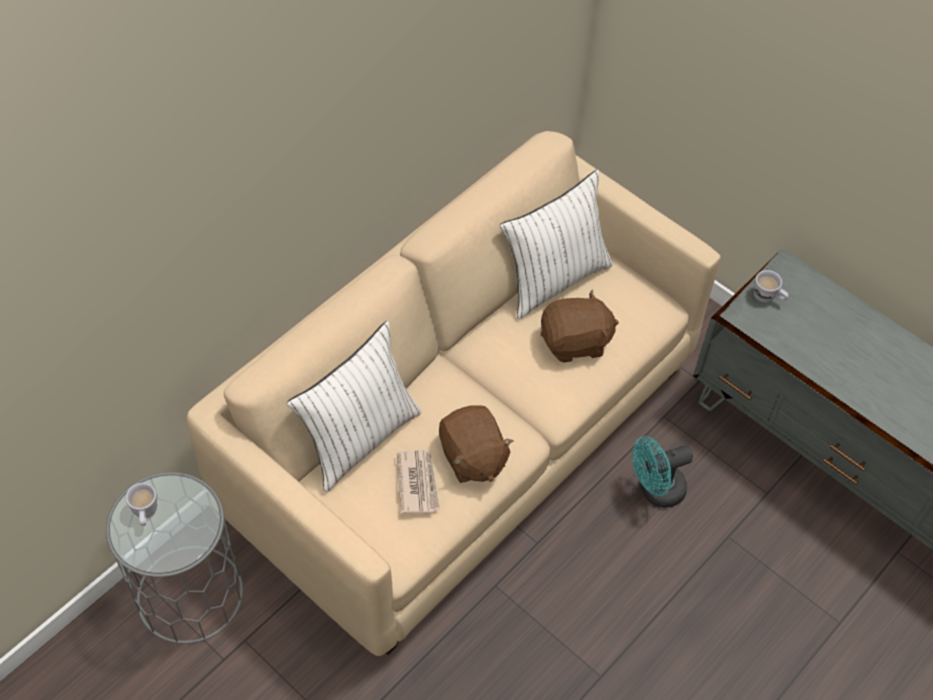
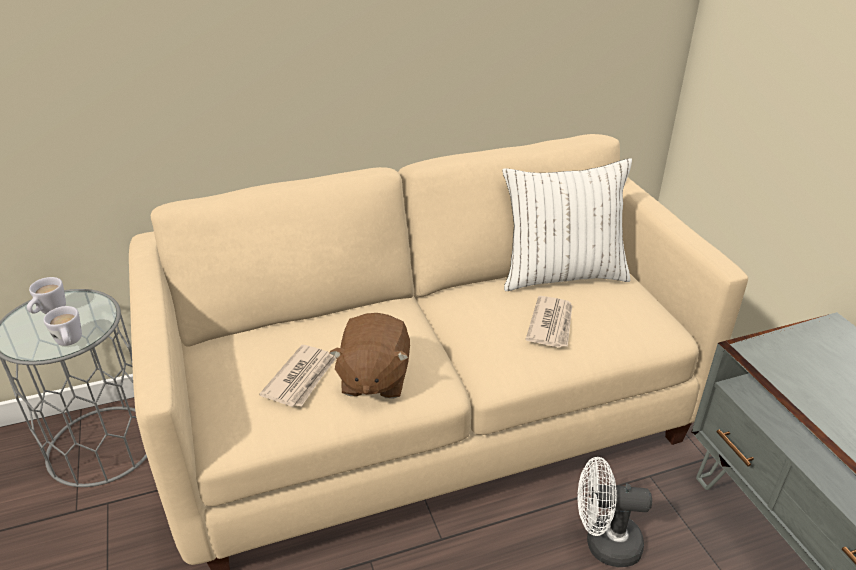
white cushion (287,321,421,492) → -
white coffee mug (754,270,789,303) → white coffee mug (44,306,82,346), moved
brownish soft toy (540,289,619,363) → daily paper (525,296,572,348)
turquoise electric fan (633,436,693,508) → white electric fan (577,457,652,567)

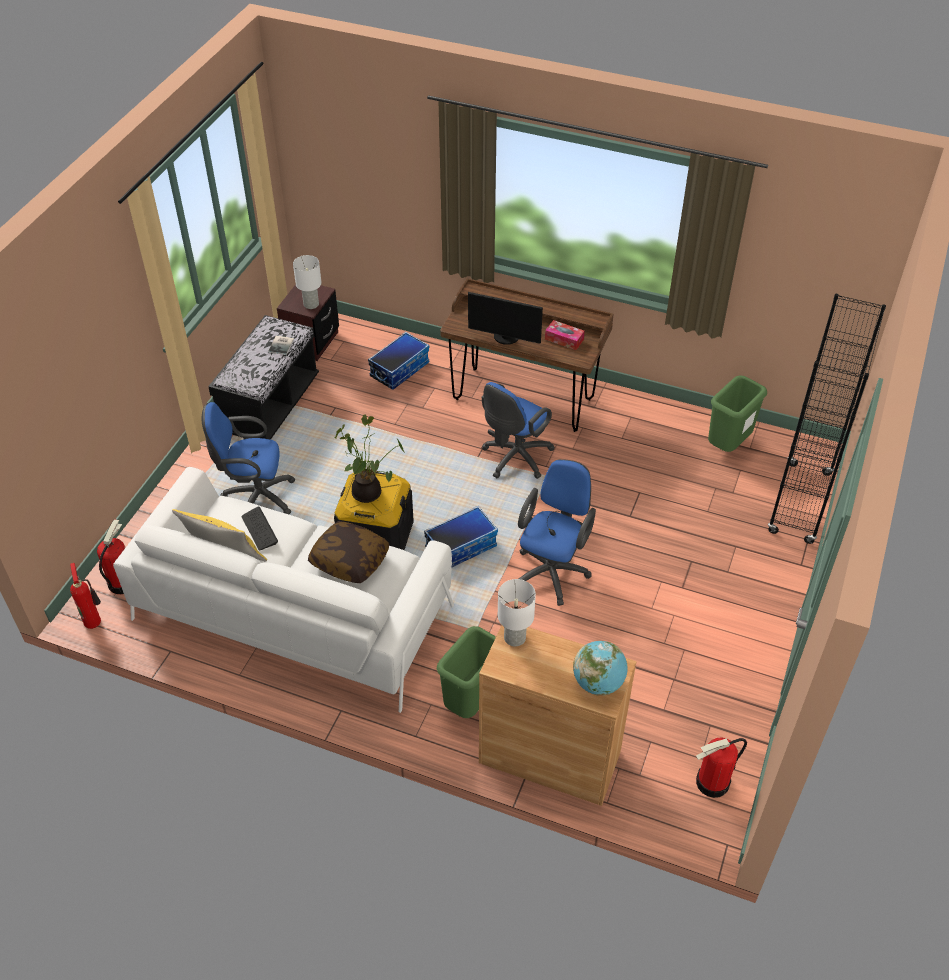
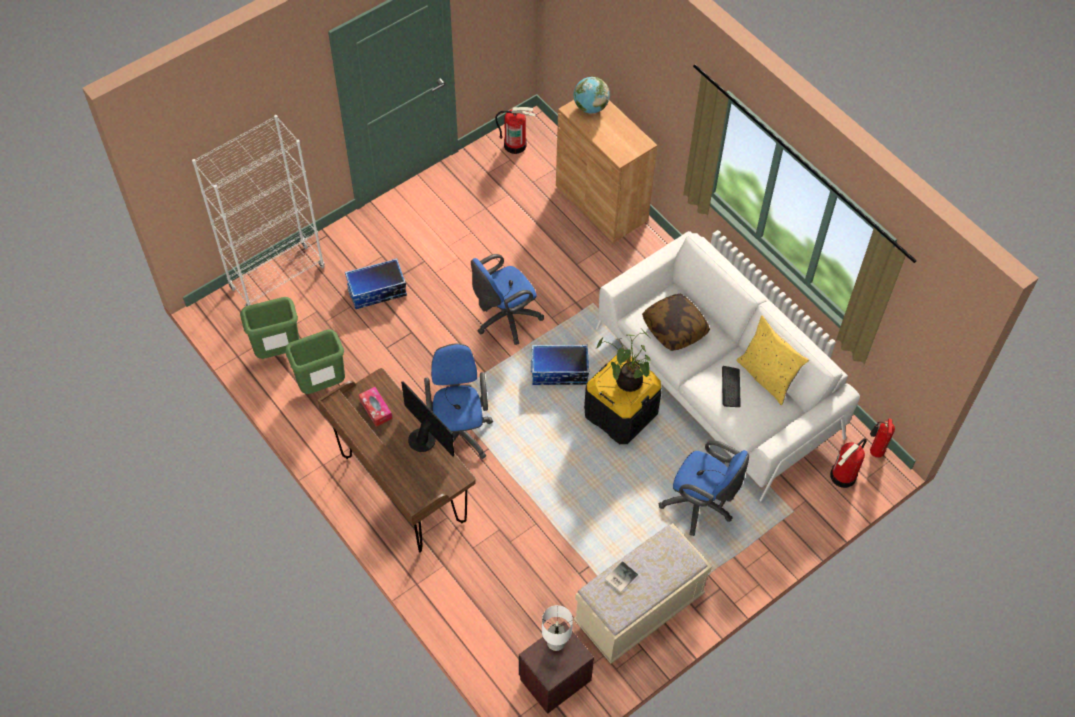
white table lamp (498,579,536,646) → -
storage bin (368,332,430,390) → storage bin (345,258,407,309), moved
green waste bin (437,626,496,718) → green waste bin (285,329,345,394), moved
black long seat (208,315,319,440) → beige-coloured long seat (574,523,712,664)
black shelving unit (768,294,886,544) → white shelving unit (192,115,325,306)
blue office chair (482,382,555,479) → blue office chair (424,343,493,459), 75 degrees counterclockwise

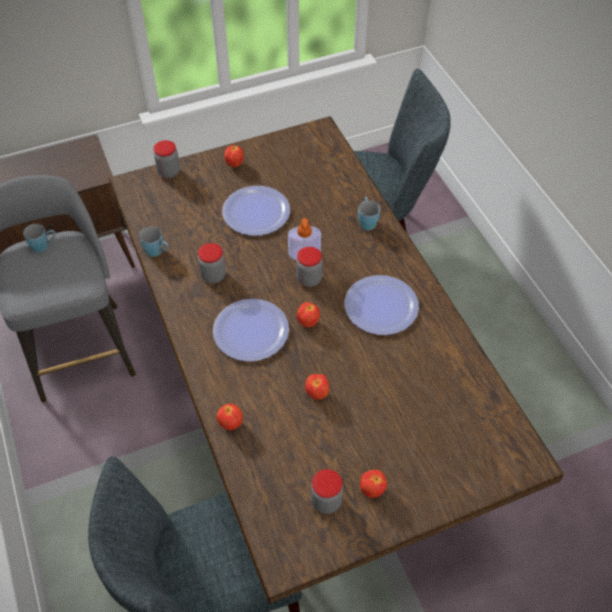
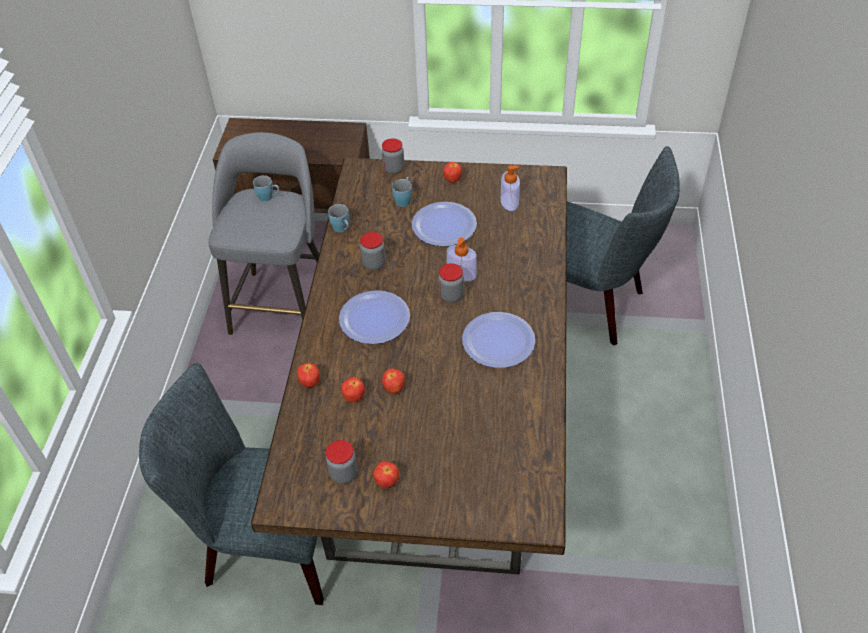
- → soap dispenser (501,165,520,211)
whole apple (297,302,320,328) → whole apple (341,377,365,402), moved
blue coffee mug (358,197,380,230) → blue coffee mug (392,177,412,207), moved

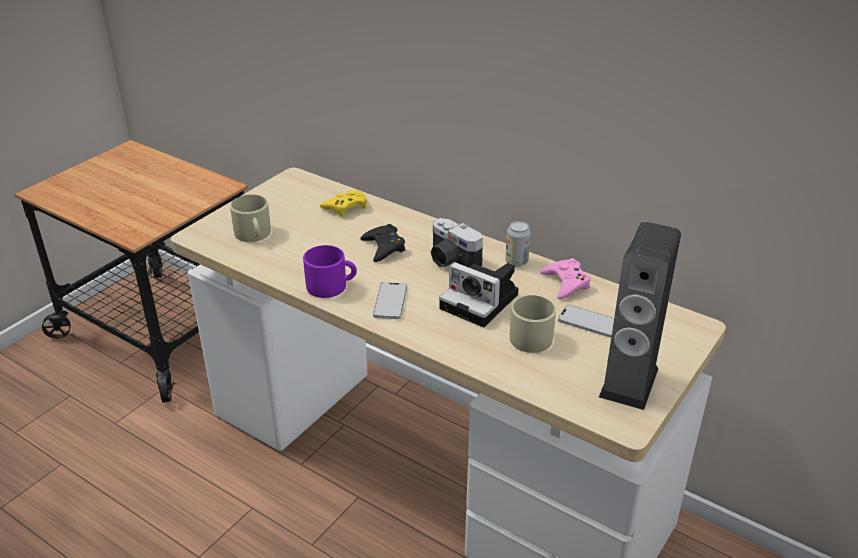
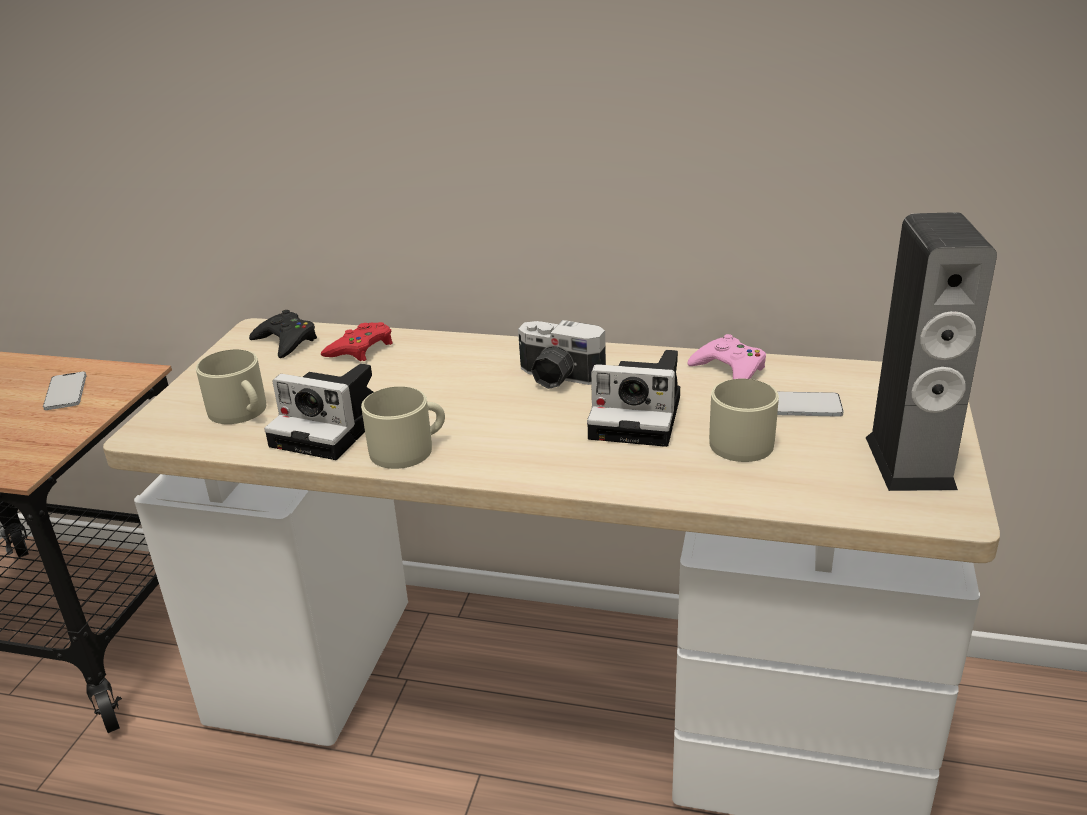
sealed can (506,221,531,267) → -
- → still camera (264,364,374,460)
black gamepad (360,224,405,262) → black gamepad (249,310,317,358), moved
telephone (373,282,407,319) → telephone (43,371,87,410), moved
purplish coffee mug (303,245,357,298) → beige-coloured coffee mug (361,386,445,469)
yellowish gamepad (320,191,367,217) → red-coloured gamepad (321,322,393,361)

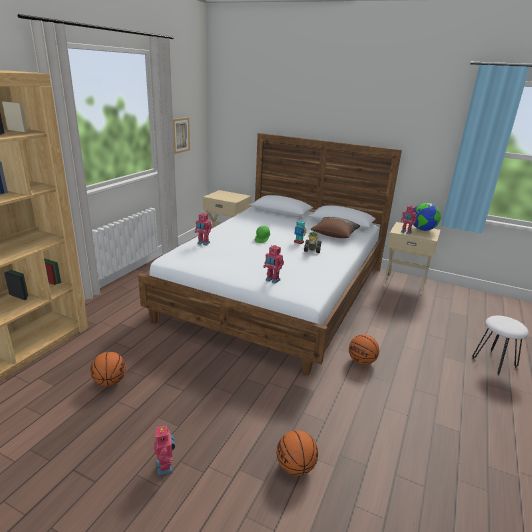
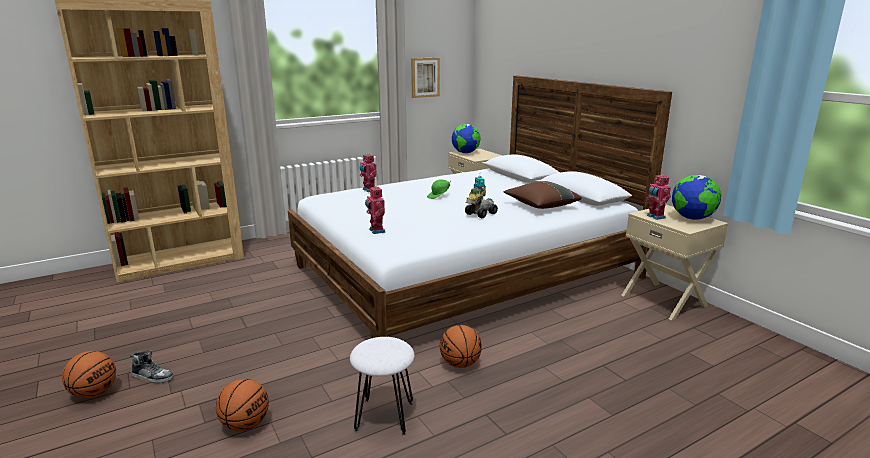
- → globe (452,124,481,153)
basketball (90,352,126,386) → basketball (62,351,116,398), moved
white sitting stool (472,316,529,376) → white sitting stool (350,337,415,436), moved
toy robot (154,426,175,475) → shoe (130,350,174,383)

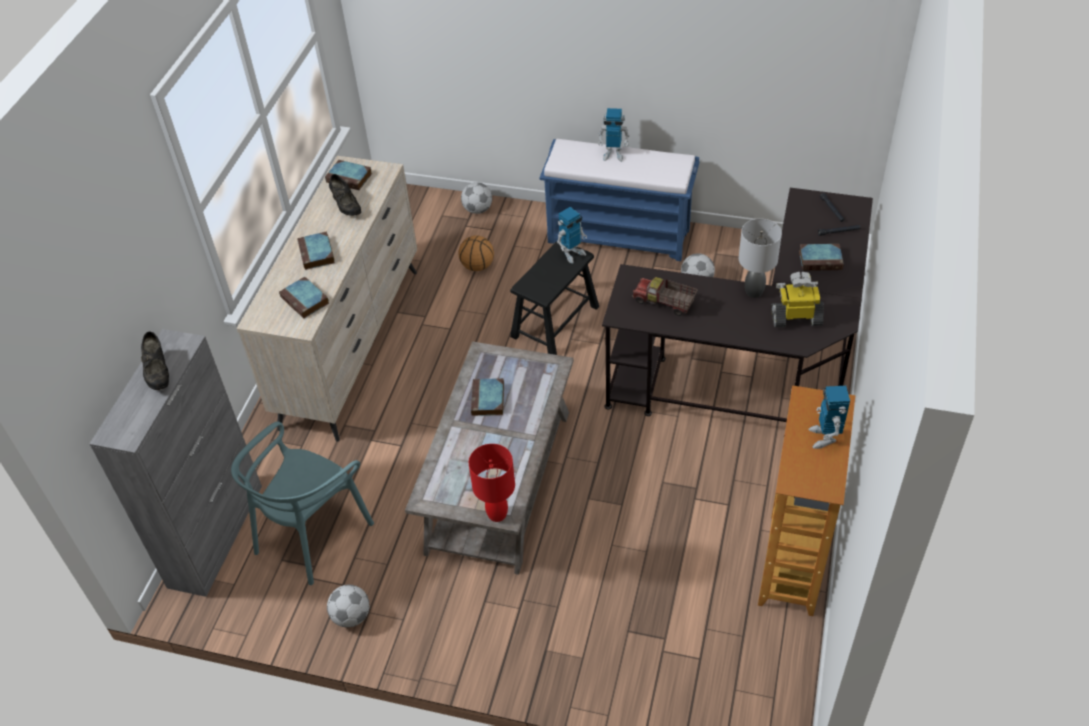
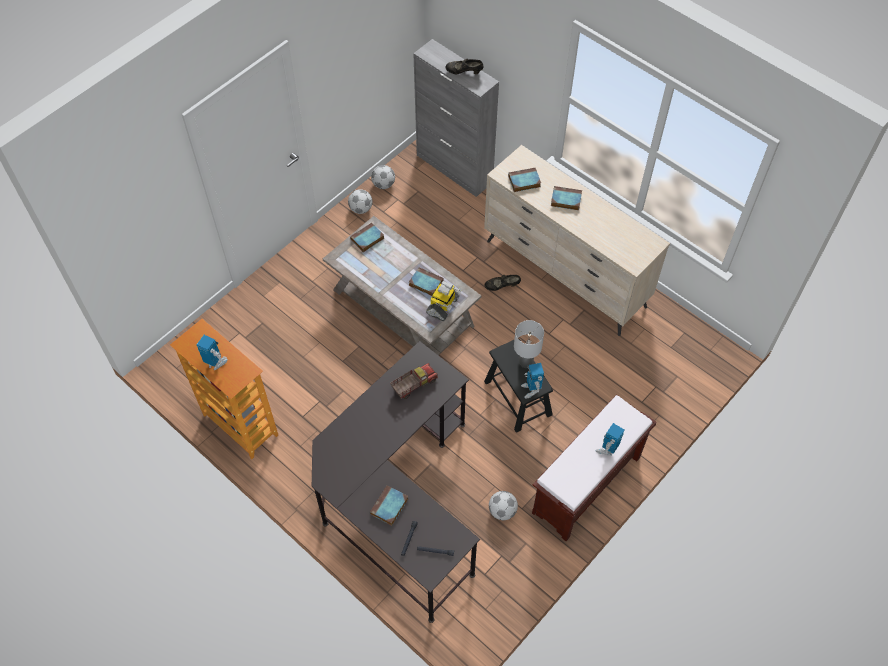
turquoise upright chair (231,422,374,585) → -
basketball (458,235,494,271) → -
red-coloured table lamp (469,444,515,522) → -
bound book (325,160,372,190) → bound book (350,223,385,252), moved
black shoe (329,174,361,216) → black shoe (485,275,521,291), moved
football ball (461,182,492,214) → football ball (371,165,395,189), moved
greyish table lamp (739,219,782,298) → greyish table lamp (514,320,544,368), moved
toy robot (771,272,824,327) → toy robot (426,281,462,321), moved
blue long seat (540,139,699,261) → brownish long seat (532,394,656,541)

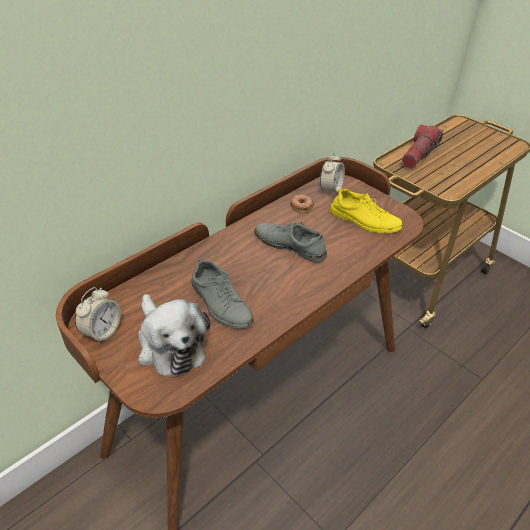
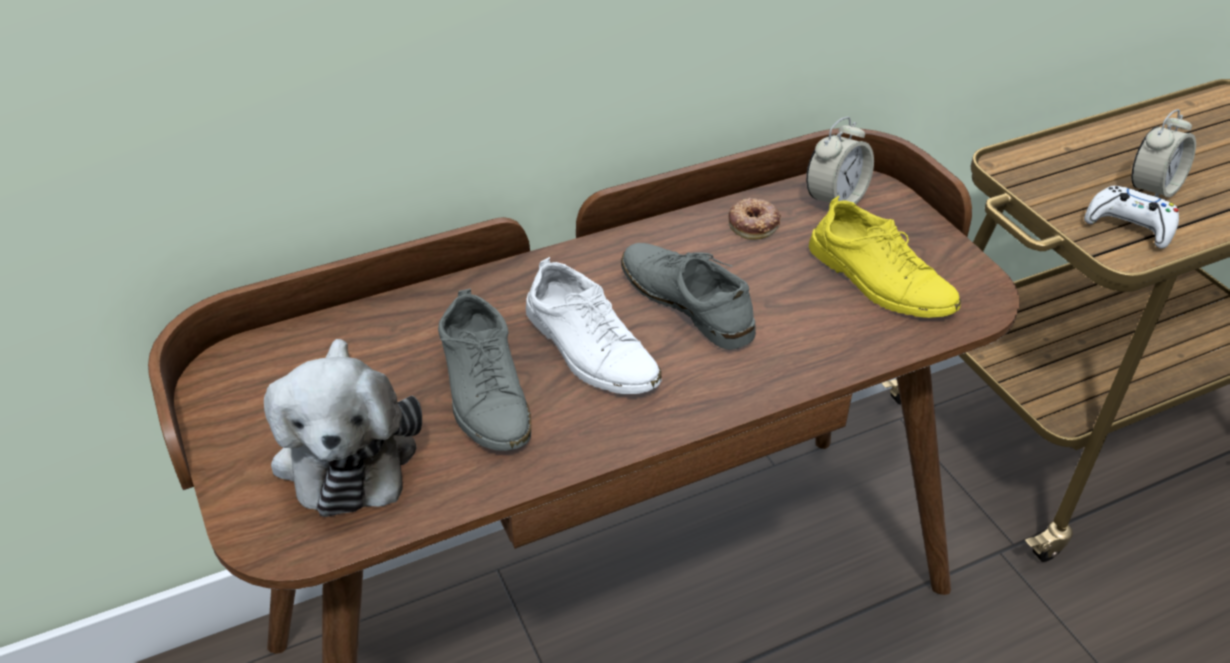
flashlight (402,124,443,168) → -
- → white shoe (526,257,662,394)
- → white gamepad (1084,186,1179,249)
alarm clock (75,287,121,345) → alarm clock (1131,109,1196,198), moved

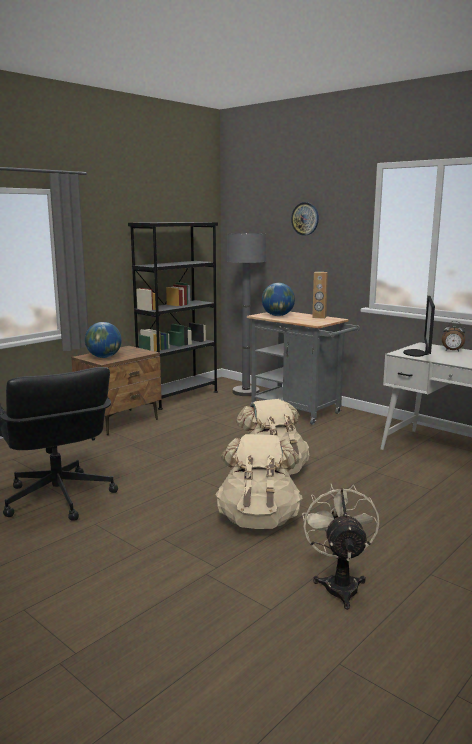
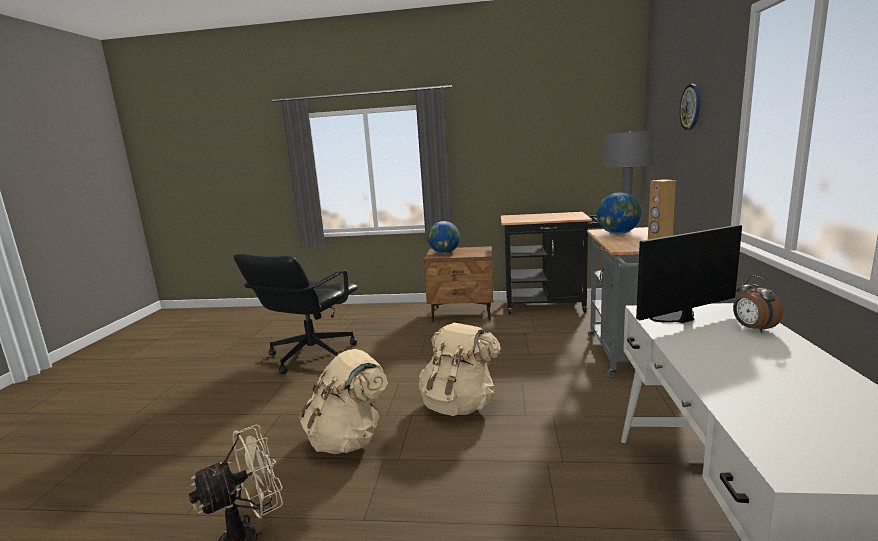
black shelving unit (128,222,218,410) → black trolley (501,212,601,314)

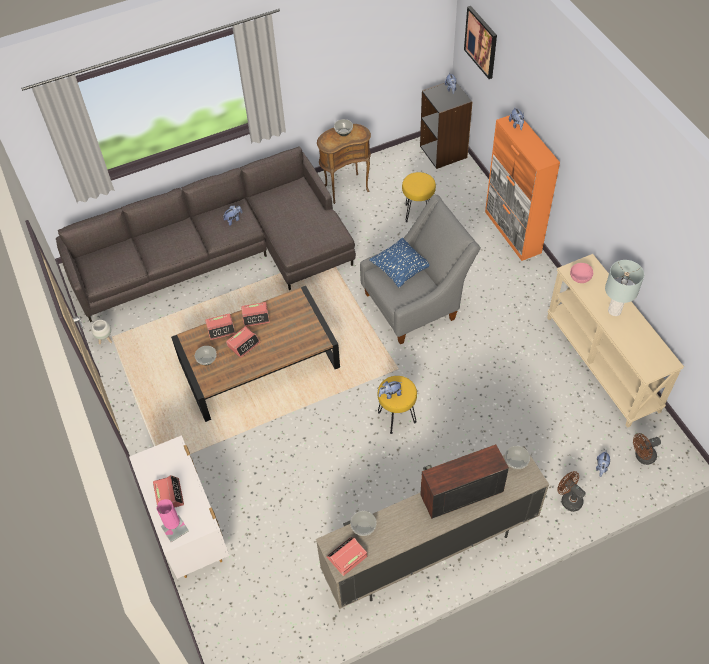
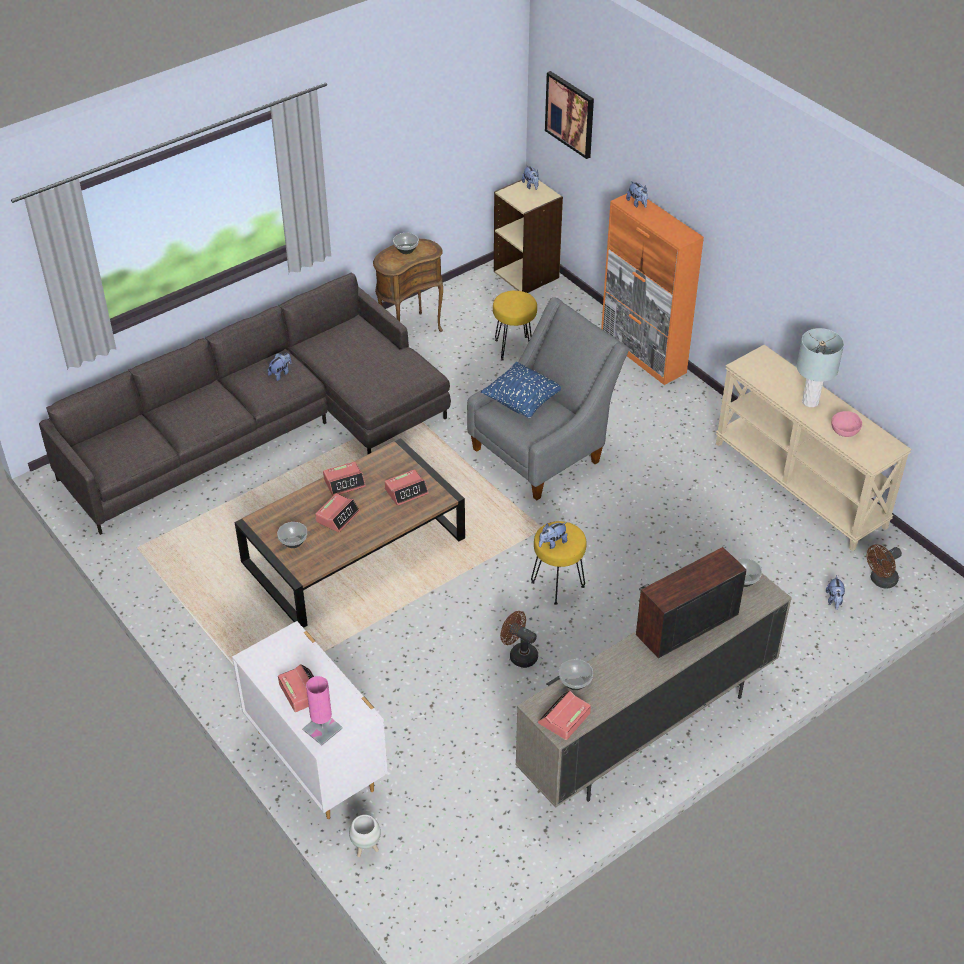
white planter (91,320,112,344) → white planter (349,815,381,857), moved
alarm clock (205,313,236,340) → alarm clock (384,469,429,506), moved
brownish electric fan (557,471,586,512) → brownish electric fan (500,611,538,668), moved
pink-coloured deep dish (570,263,593,283) → pink-coloured deep dish (831,411,862,437), moved
black shelving unit (420,82,472,169) → beige-coloured shelving unit (494,179,563,293)

